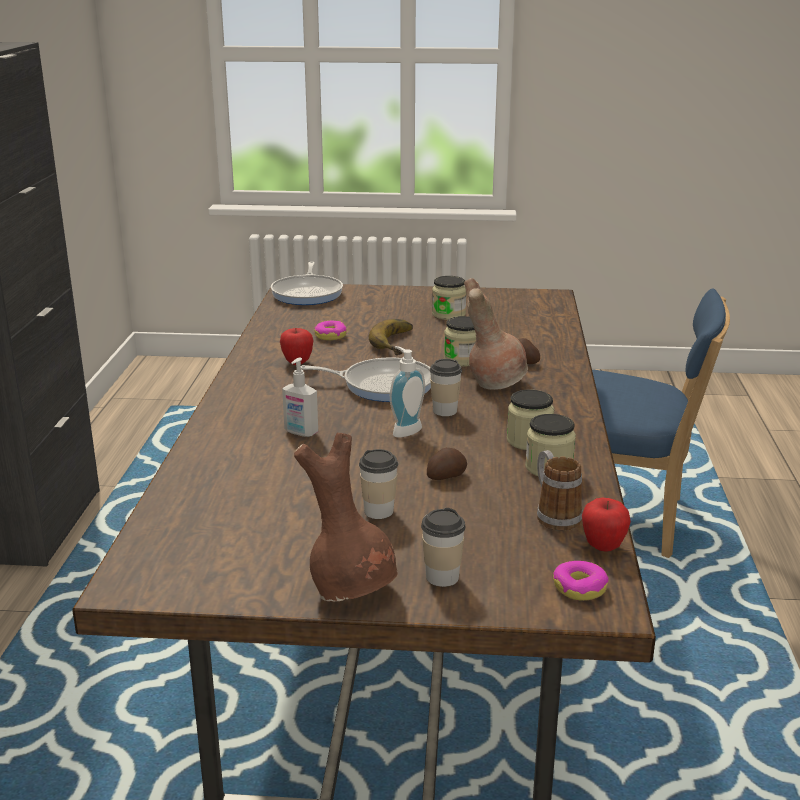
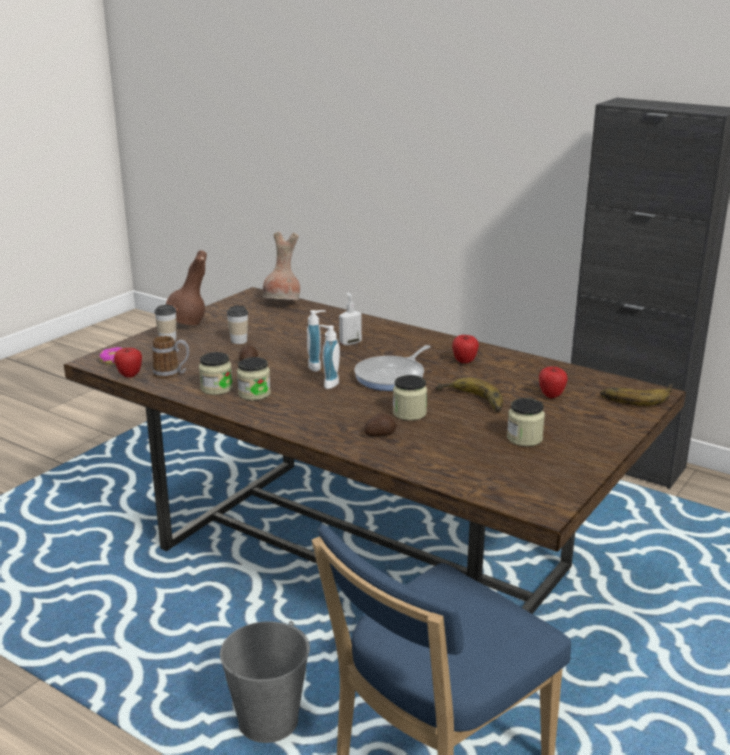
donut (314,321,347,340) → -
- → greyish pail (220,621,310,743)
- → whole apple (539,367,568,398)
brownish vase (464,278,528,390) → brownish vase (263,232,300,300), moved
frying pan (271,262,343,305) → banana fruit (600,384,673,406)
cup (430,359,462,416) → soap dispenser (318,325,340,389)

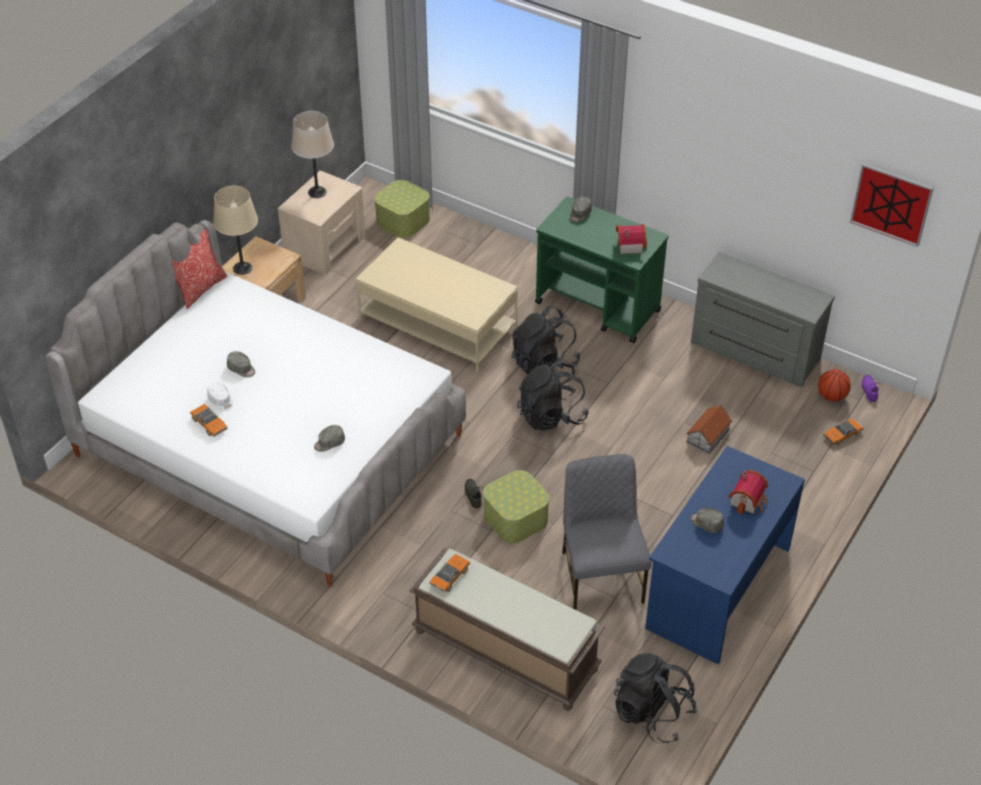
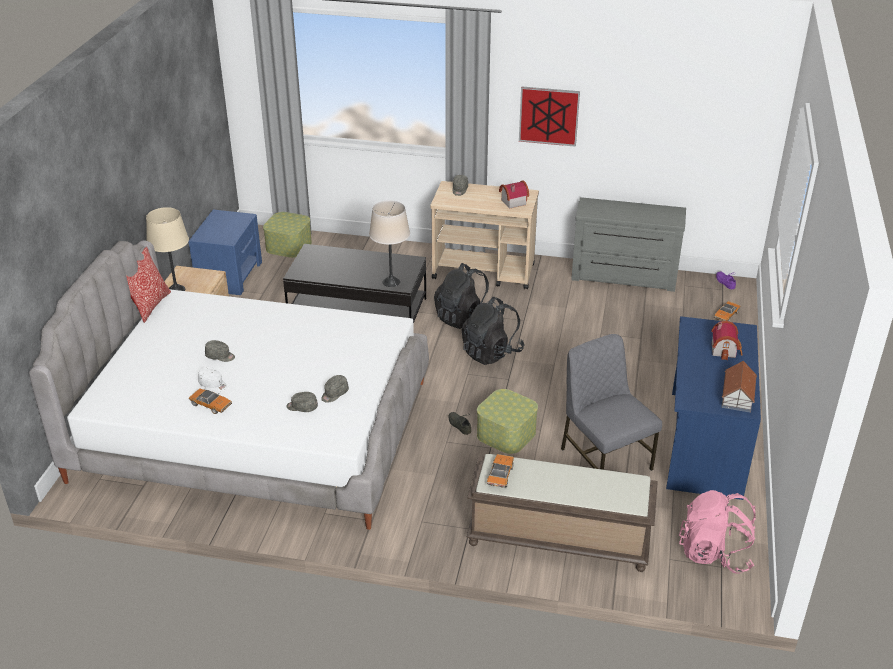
basketball (818,369,851,402) → -
beige-coloured table lamp (291,111,334,198) → beige-coloured table lamp (369,200,410,287), moved
model house (686,405,732,454) → model house (722,361,757,413), moved
greyish baseball cap (690,508,724,533) → greyish baseball cap (286,392,318,412), moved
picture (850,163,934,247) → picture (519,86,580,147), moved
beige-coloured nightstand (278,170,366,275) → blue nightstand (188,210,262,295)
beige-coloured coffee table (356,237,518,372) → black coffee table (283,244,426,323)
green trolley (535,196,669,343) → beige-coloured trolley (431,181,539,290)
black knapsack (614,653,697,743) → pink-coloured knapsack (679,490,756,574)

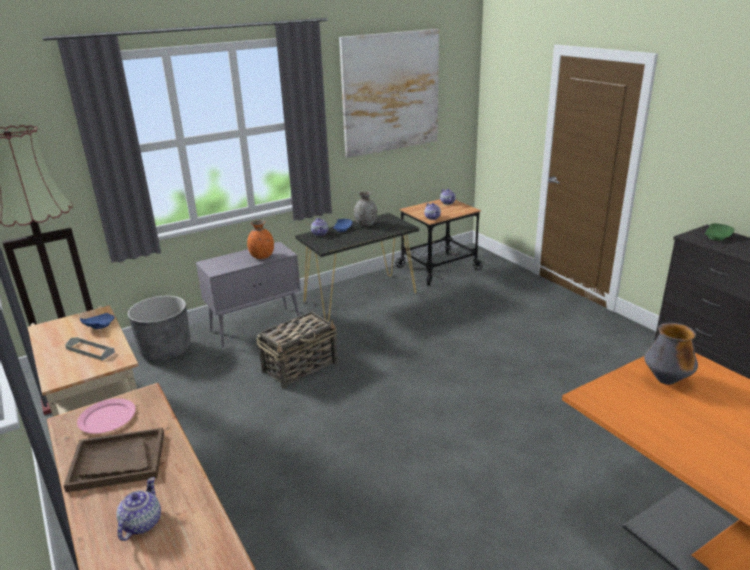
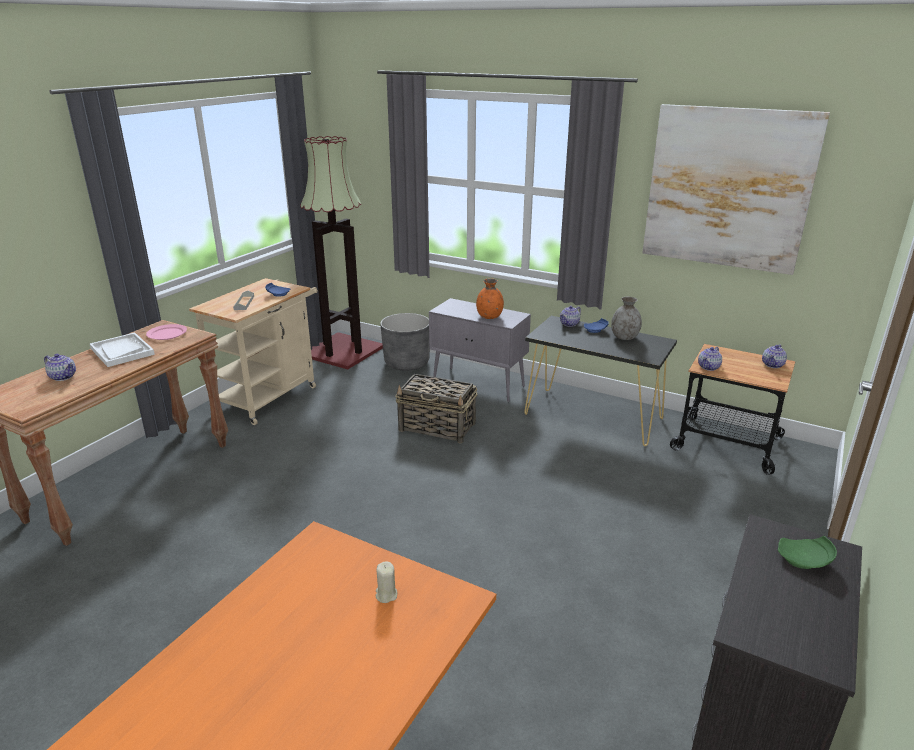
vase (644,323,698,385) → beige-coloured wax candle (376,562,397,603)
brownish tray (64,428,164,492) → white tray (90,333,155,367)
teapot (116,477,161,541) → teapot (44,354,76,381), 45 degrees clockwise

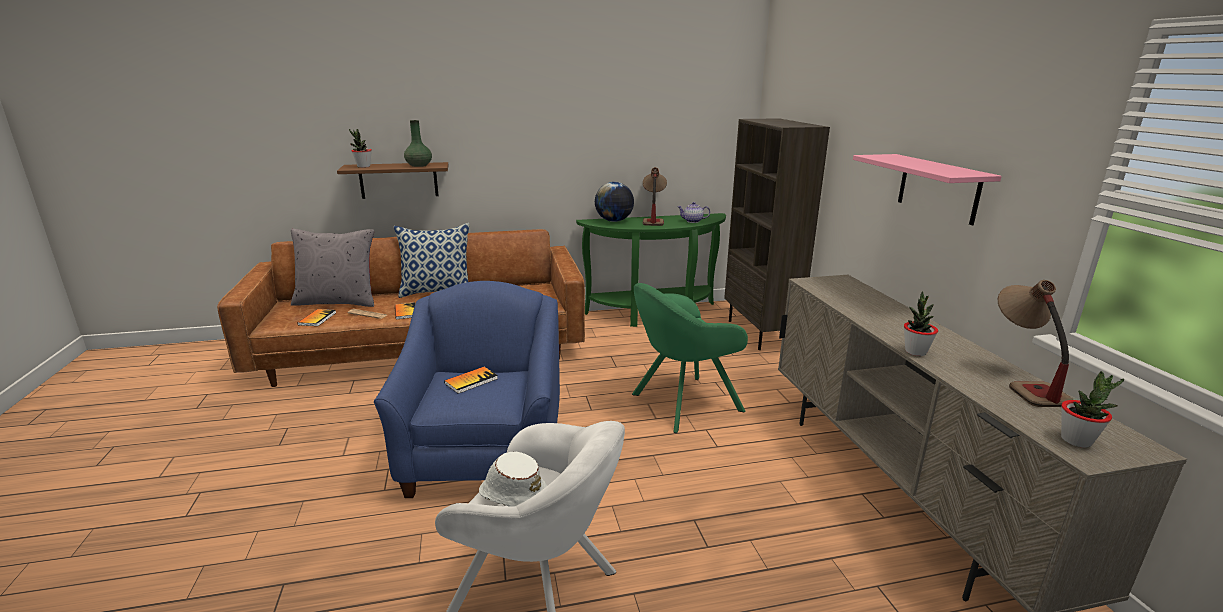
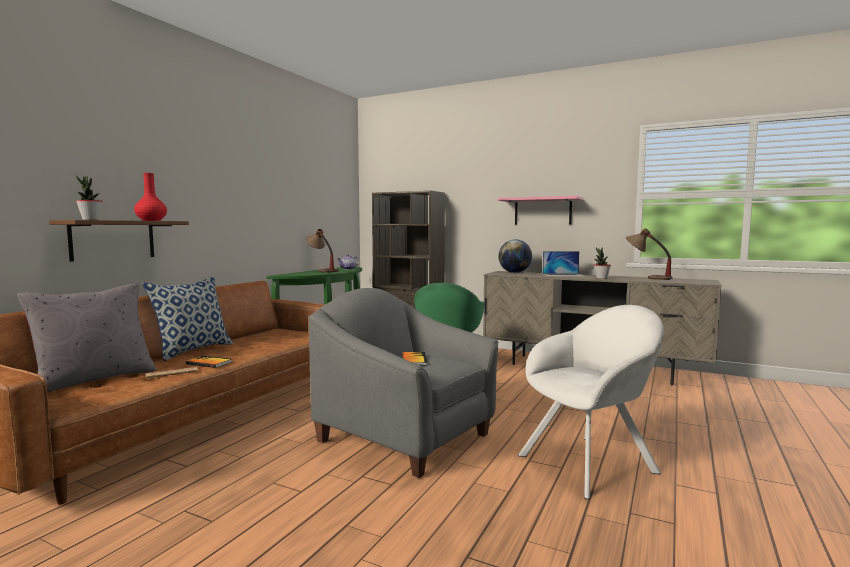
bound book (297,309,336,326) → -
white clothing hat (479,452,547,507) → -
potted plant (1061,371,1124,448) → -
- → laptop (543,251,586,277)
globe (595,182,634,222) → globe (498,239,532,273), moved
blue lounge chair (374,281,560,498) → greyish lounge chair (308,288,498,478)
green vase (404,120,432,167) → red-coloured vase (134,173,167,221)

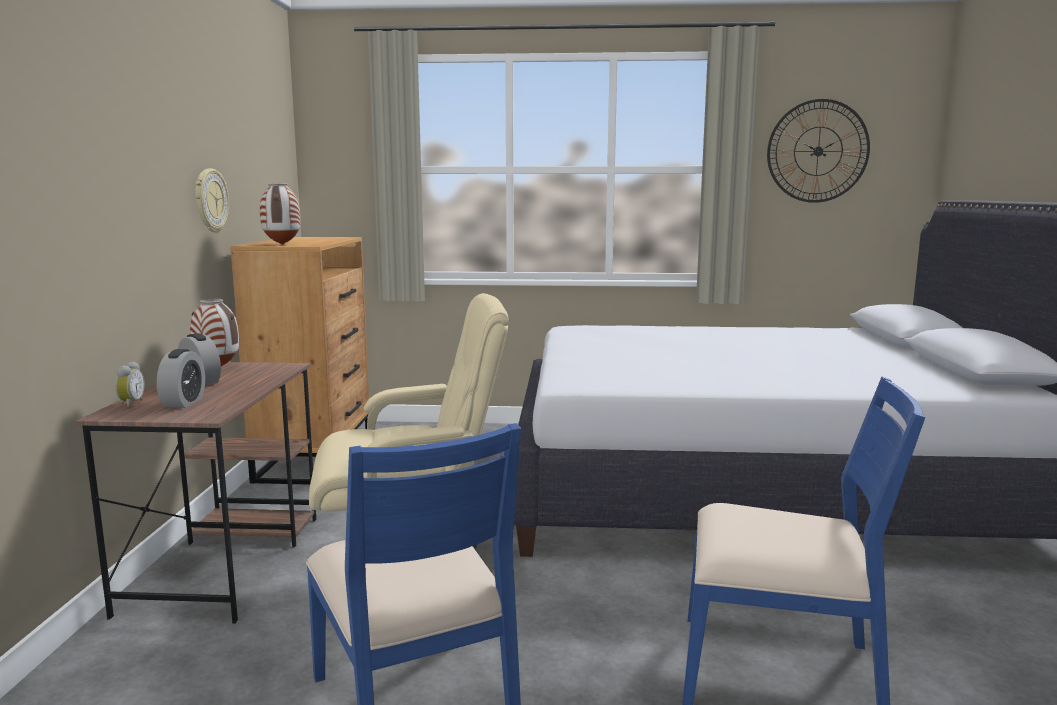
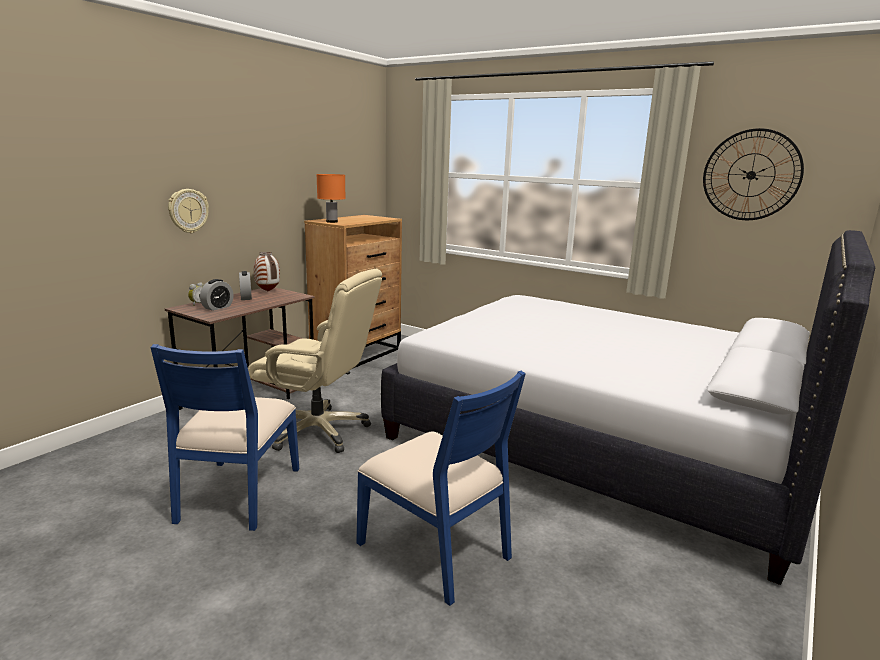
hanging clock (196,168,229,233) → hanging clock (168,189,209,233), moved
vase (260,184,301,245) → orange table lamp (316,174,346,223)

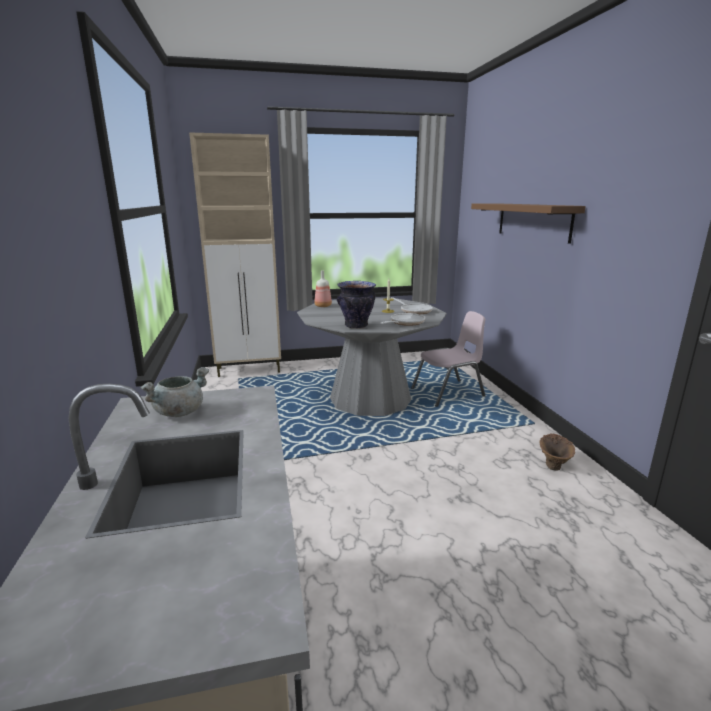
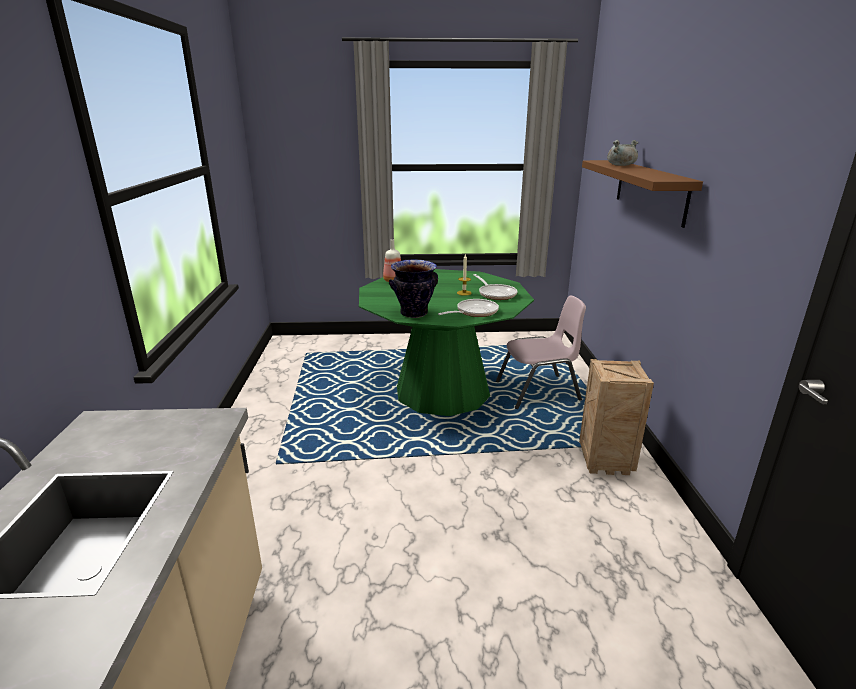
beige-coloured cupboard (189,132,281,377) → -
brownish vase (539,433,575,471) → -
- → crate (579,359,654,475)
greyish stockpot (140,367,210,417) → greyish stockpot (607,140,638,166), moved
greyish dining table (297,298,447,416) → green dining table (359,269,534,416)

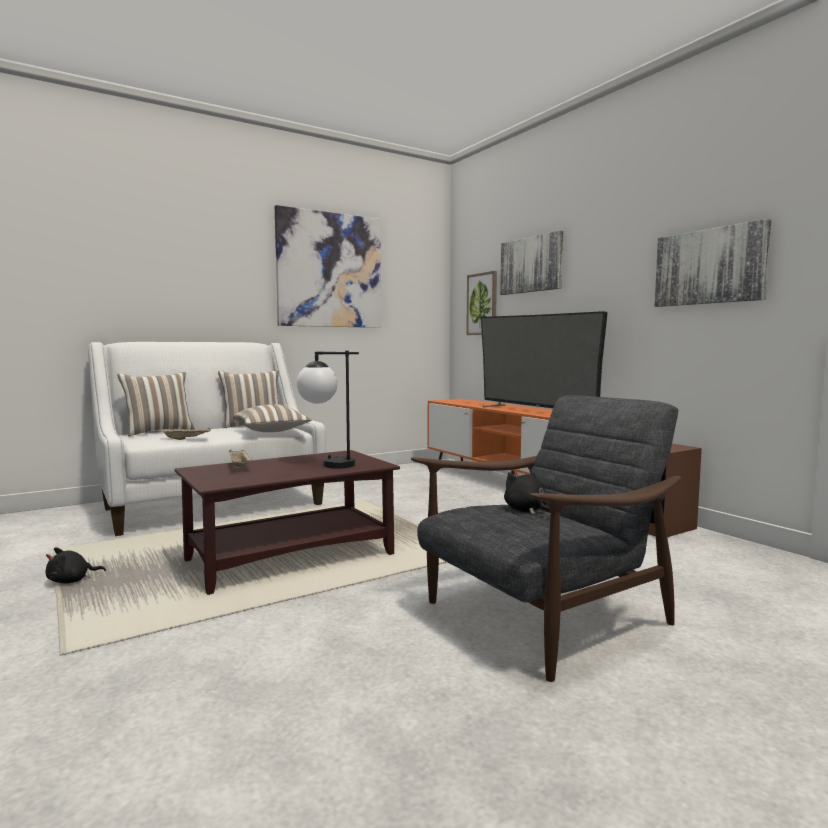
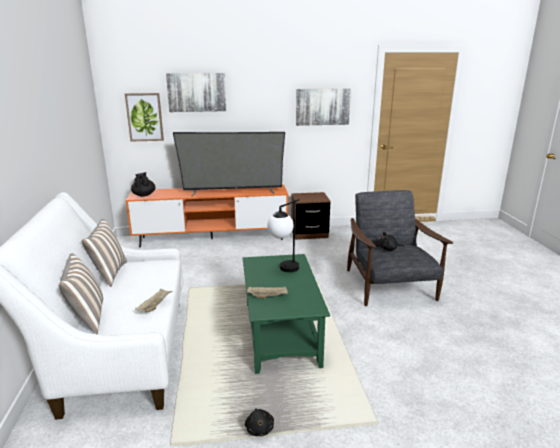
cushion (233,404,311,432) → -
picture (275,205,381,328) → -
- → black teapot (131,172,156,197)
brownish coffee table (175,450,400,595) → green coffee table (243,254,330,374)

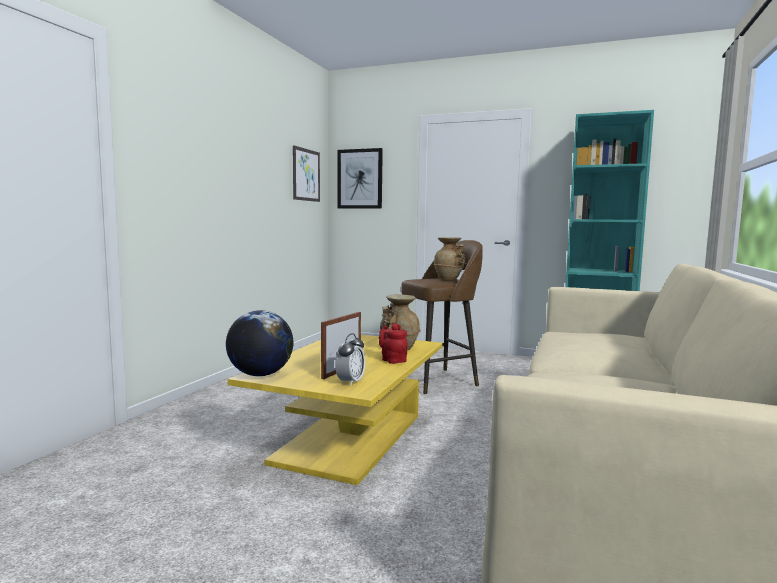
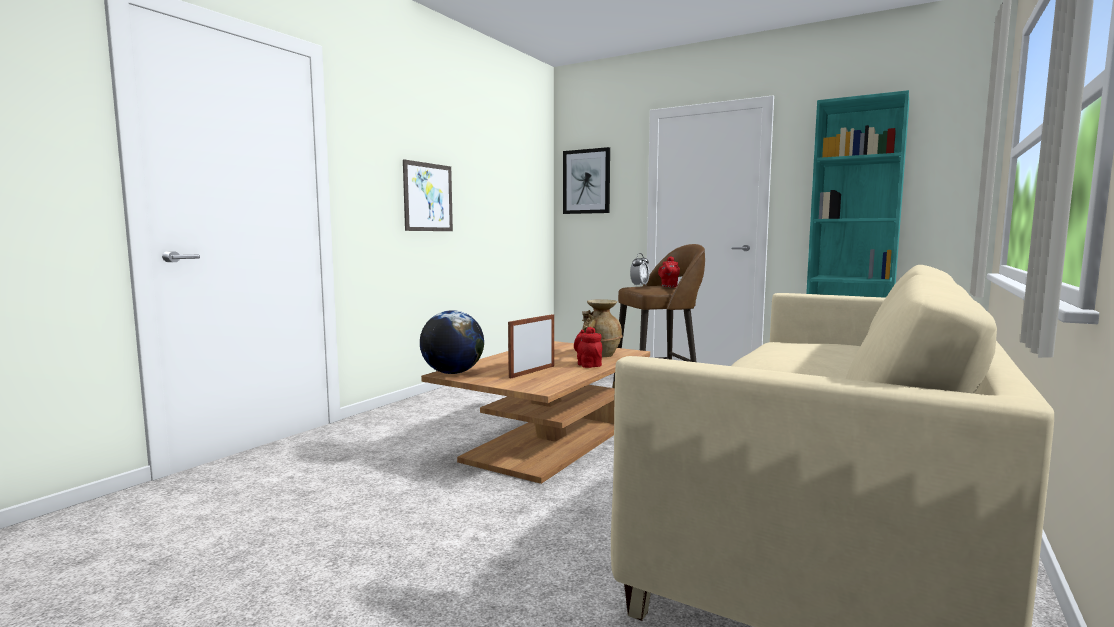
picture (293,145,320,202) → picture (403,159,453,231), moved
alarm clock (335,333,365,386) → alarm clock (630,253,649,287), moved
beige-coloured vase (434,237,465,281) → red-coloured teapot (658,256,680,287)
yellowish coffee table (228,335,443,485) → brownish coffee table (421,341,650,484)

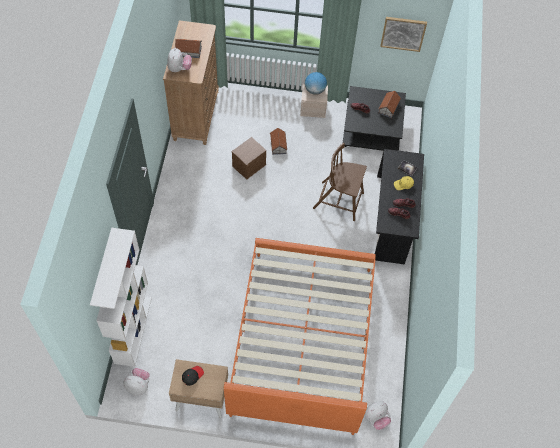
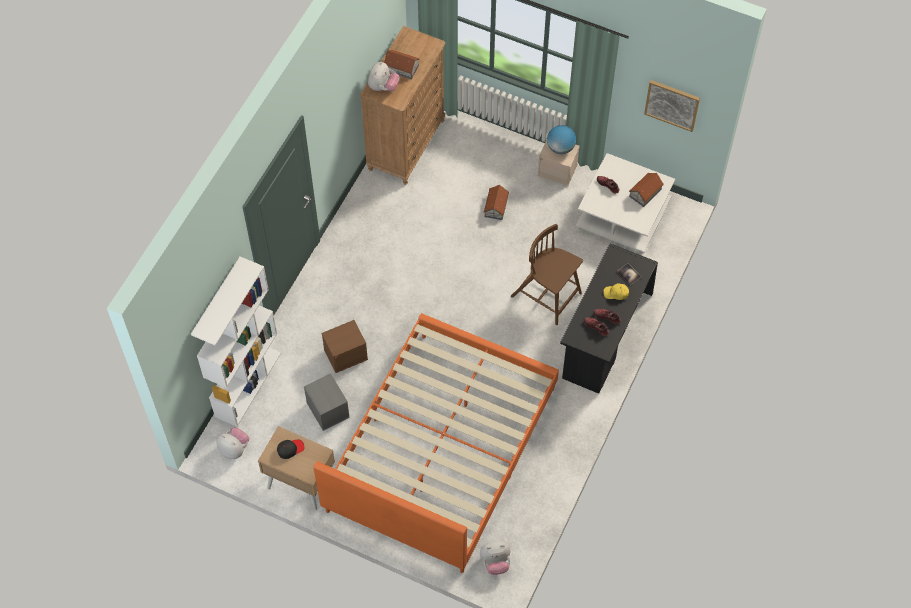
- → greyish storage bin (304,373,350,431)
brownish storage bin (232,137,266,180) → brownish storage bin (321,320,368,373), moved
black coffee table (343,86,406,151) → white coffee table (576,153,675,253)

